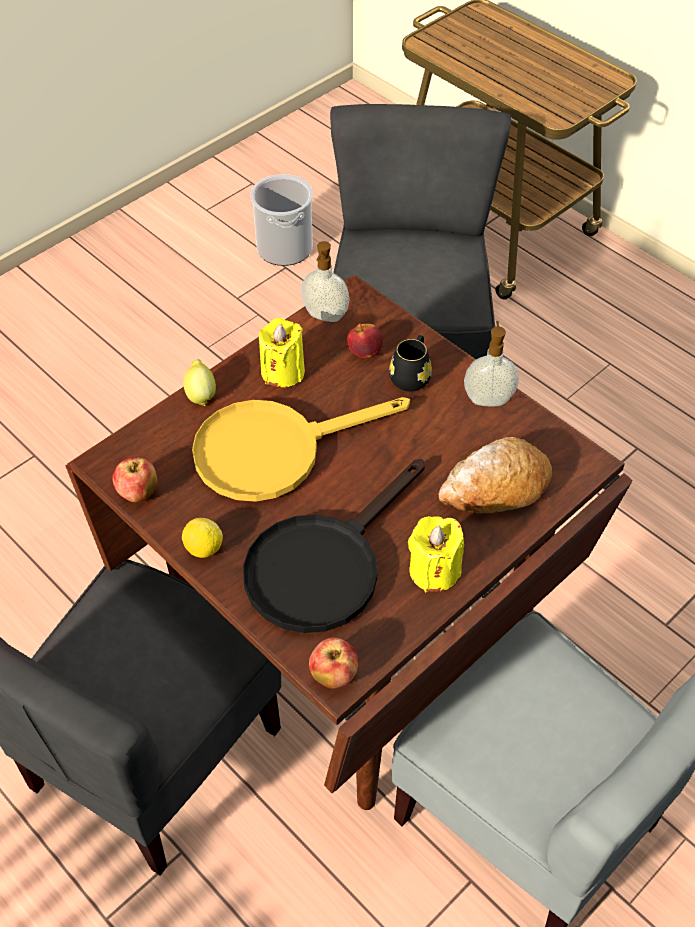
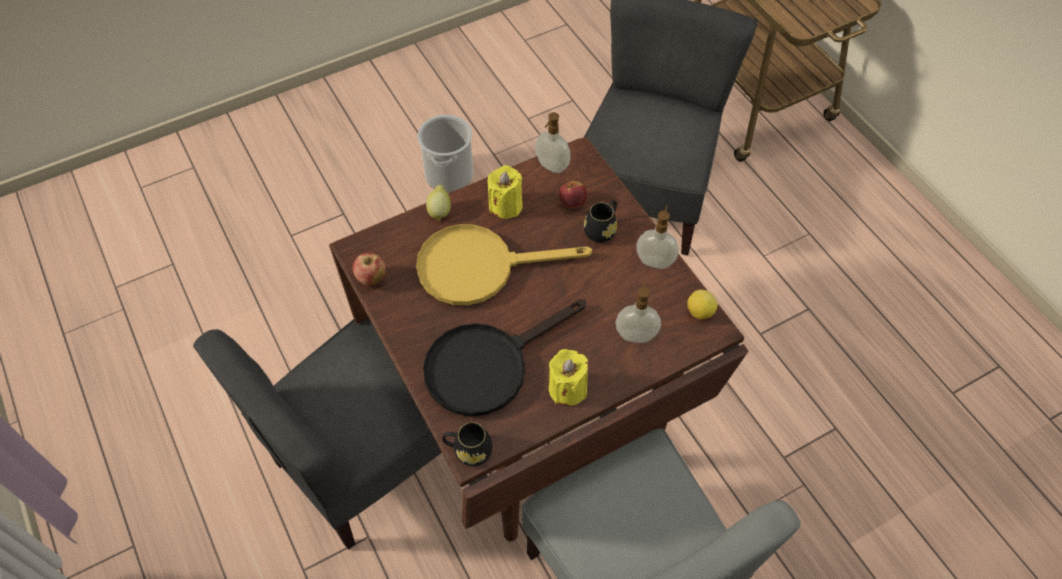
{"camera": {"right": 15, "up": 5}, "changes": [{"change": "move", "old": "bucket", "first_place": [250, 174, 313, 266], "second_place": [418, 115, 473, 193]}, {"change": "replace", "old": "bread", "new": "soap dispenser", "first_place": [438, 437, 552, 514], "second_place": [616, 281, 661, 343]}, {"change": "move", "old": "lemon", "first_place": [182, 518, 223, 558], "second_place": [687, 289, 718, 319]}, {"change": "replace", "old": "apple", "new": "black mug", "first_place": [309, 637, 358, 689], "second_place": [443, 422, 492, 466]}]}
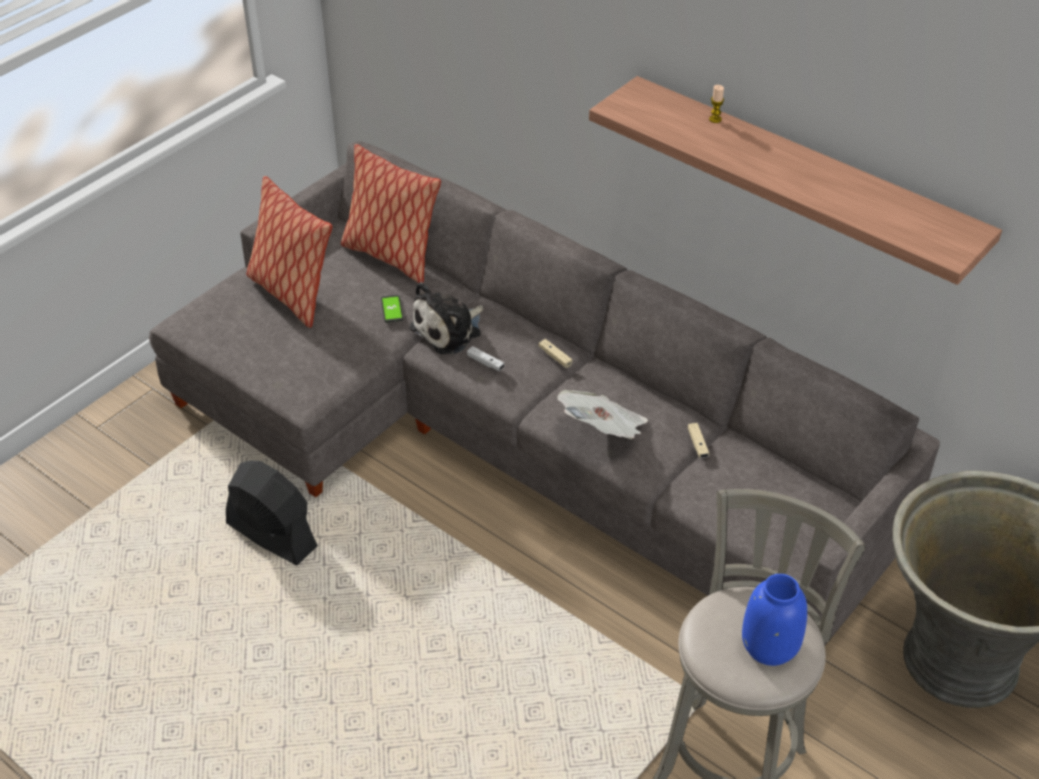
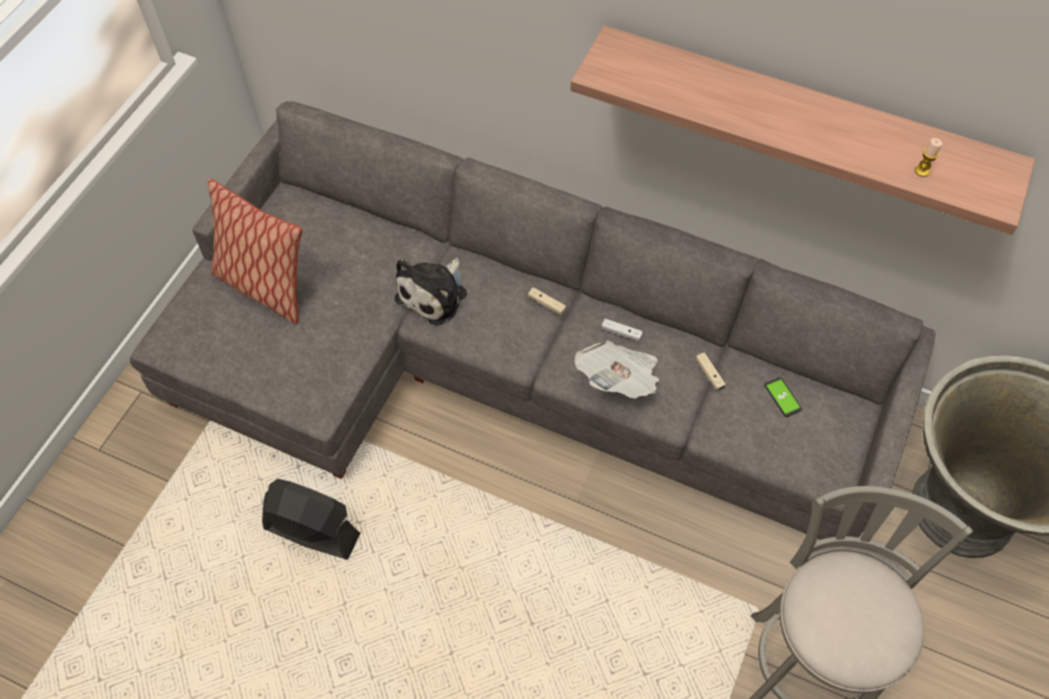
{"camera": {"right": -15, "up": 15}, "changes": [{"change": "move", "old": "candle", "first_place": [709, 85, 724, 123], "second_place": [915, 138, 942, 177]}, {"change": "delete", "old": "pillow", "first_place": [341, 144, 441, 283]}, {"change": "move", "old": "phone", "first_place": [381, 295, 403, 323], "second_place": [764, 377, 802, 417]}, {"change": "move", "old": "white game controller", "first_place": [467, 346, 504, 371], "second_place": [602, 319, 643, 341]}, {"change": "delete", "old": "blue vase", "first_place": [742, 574, 807, 666]}]}
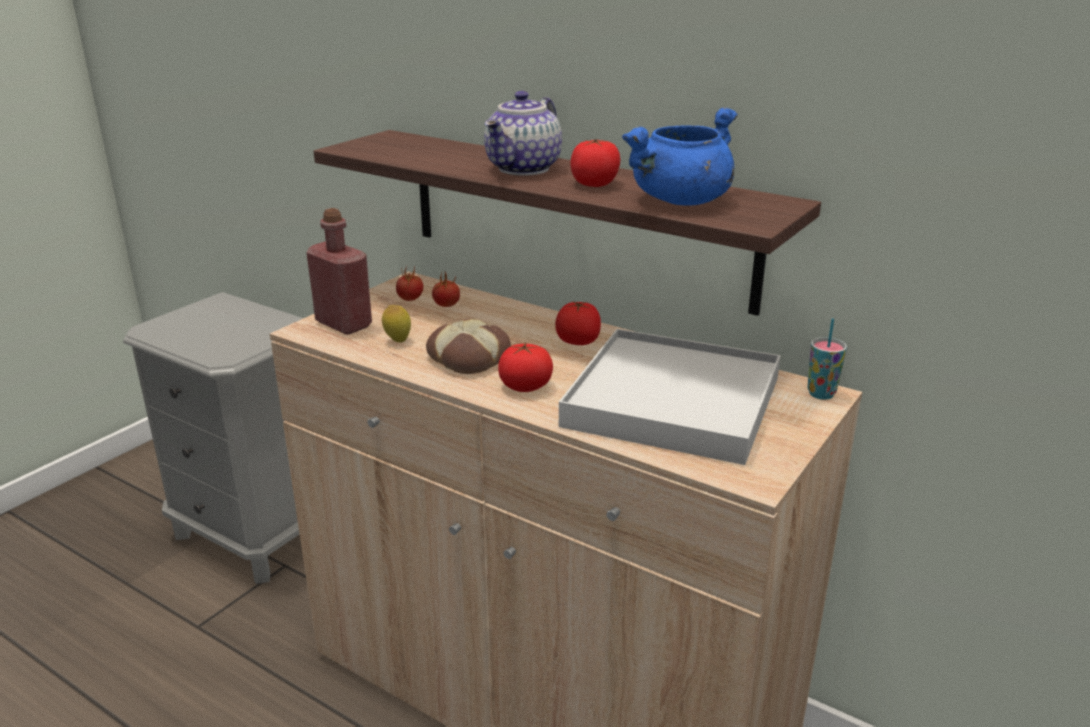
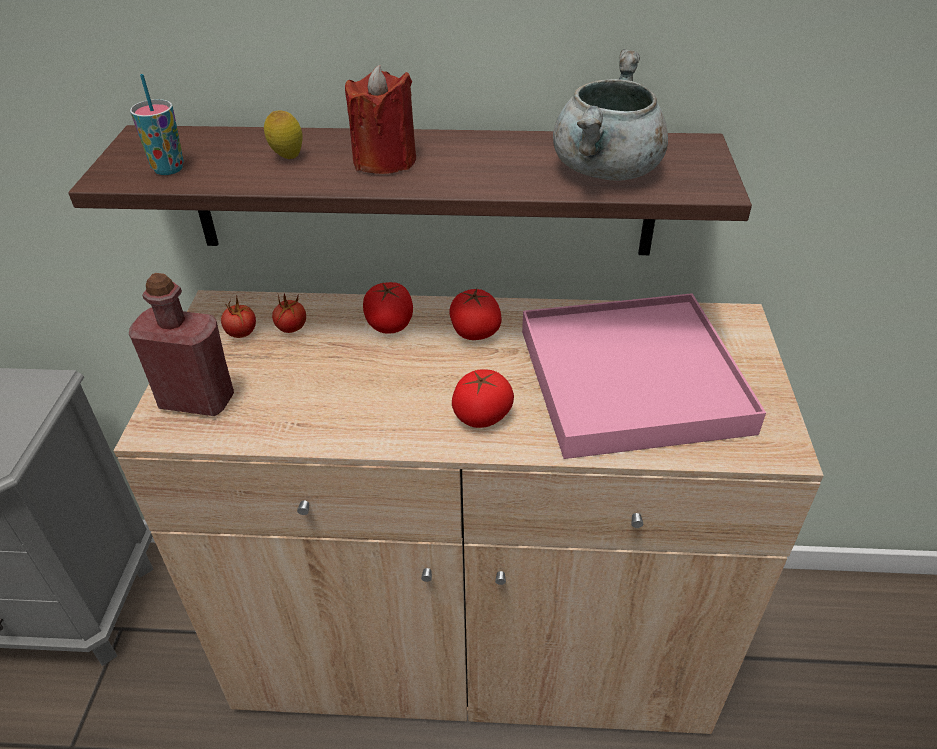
{"camera": {"right": -30, "up": 15}, "changes": [{"change": "replace", "old": "teapot", "new": "red candle", "first_place": [484, 91, 562, 176], "second_place": [345, 65, 416, 174]}, {"change": "recolor", "old": "blue cooking pot", "new": "grey cooking pot", "first_place": [622, 107, 737, 206], "second_place": [553, 49, 668, 181]}, {"change": "move", "old": "tomato", "first_place": [570, 139, 620, 187], "second_place": [363, 282, 413, 334]}, {"change": "move", "old": "lemon", "first_place": [382, 305, 411, 342], "second_place": [264, 110, 303, 159]}, {"change": "delete", "old": "bread", "first_place": [426, 318, 511, 374]}, {"change": "move", "old": "cup", "first_place": [808, 318, 847, 400], "second_place": [130, 74, 184, 175]}, {"change": "recolor", "old": "white tray", "new": "pink tray", "first_place": [559, 329, 781, 465], "second_place": [522, 293, 766, 459]}]}
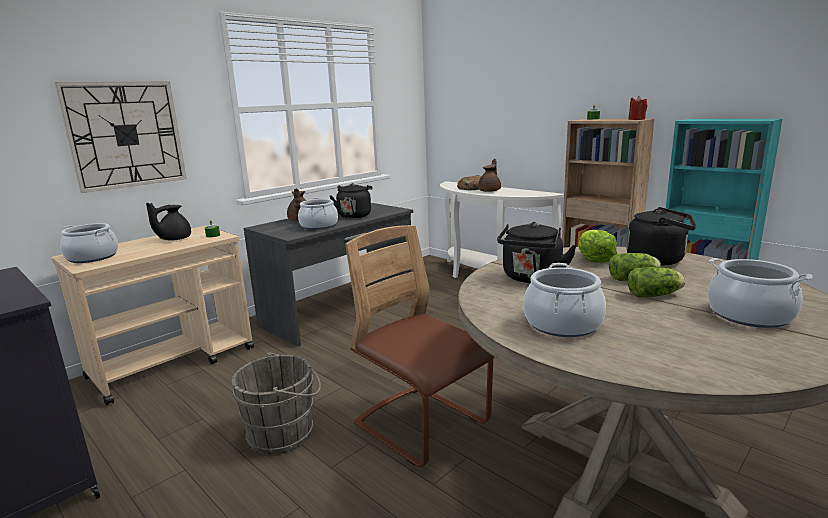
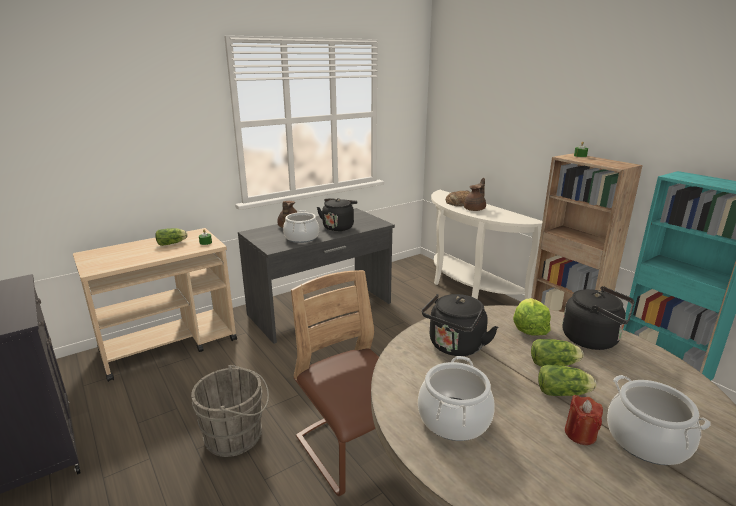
{"camera": {"right": 10, "up": 5}, "changes": [{"change": "delete", "old": "wall clock", "first_place": [54, 82, 187, 193]}, {"change": "move", "old": "red candle", "first_place": [628, 96, 647, 120], "second_place": [565, 395, 603, 445]}, {"change": "replace", "old": "black teapot", "new": "lettuce", "first_place": [146, 203, 191, 241], "second_place": [155, 228, 187, 246]}, {"change": "delete", "old": "cooking pot", "first_place": [60, 223, 118, 263]}]}
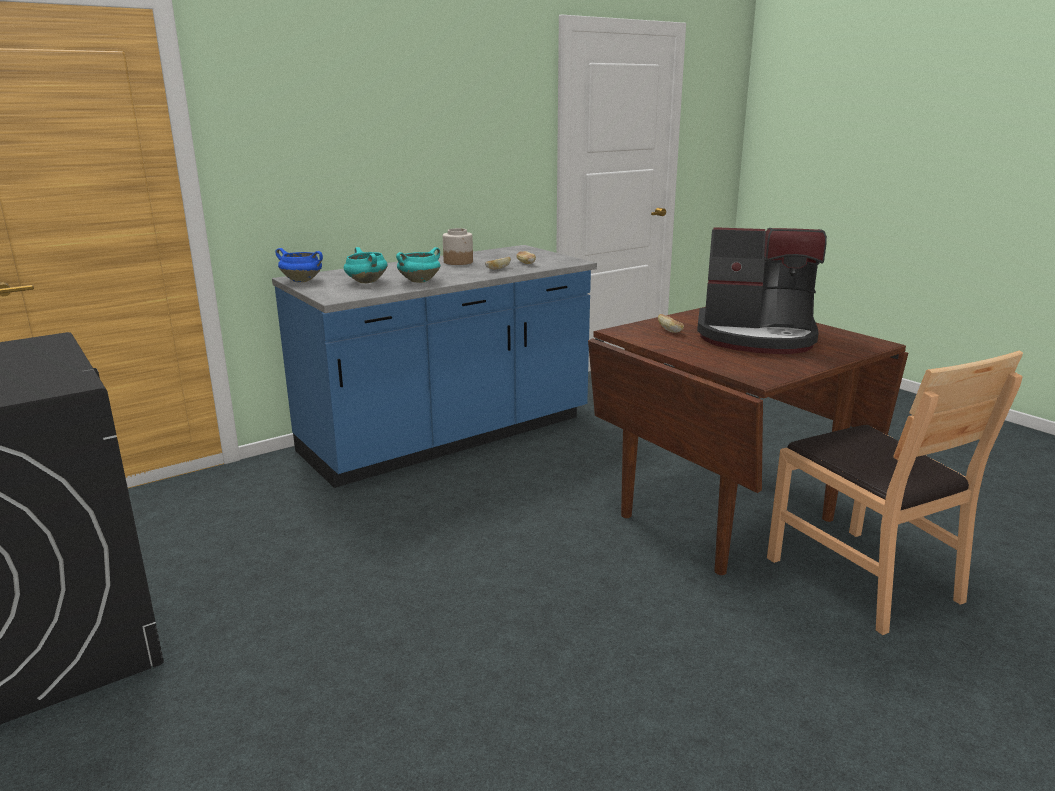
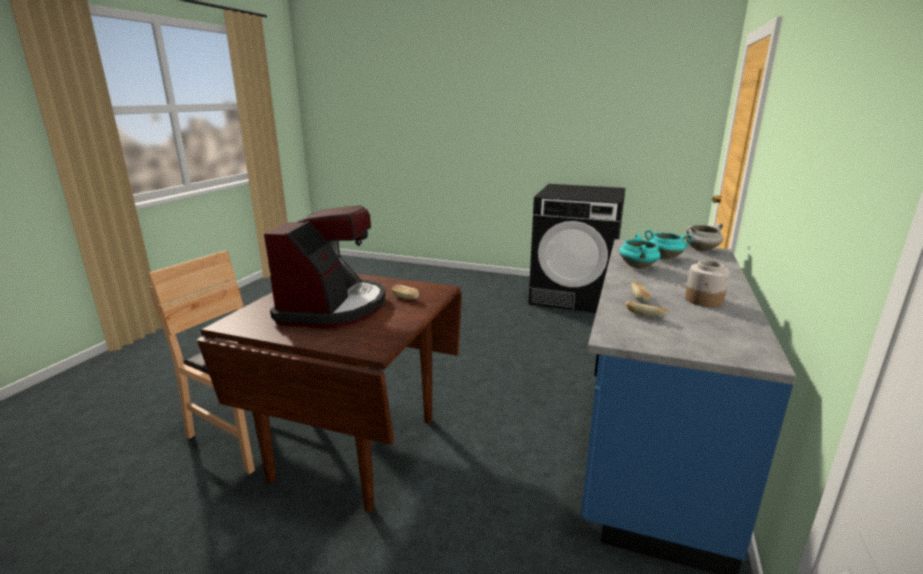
{"camera": {"right": 145, "up": 0}, "changes": [{"change": "rotate", "old": "coffee machine", "first_place": [697, 227, 827, 354], "second_place": [264, 206, 385, 328], "degrees": 120}, {"change": "recolor", "old": "blue cooking pot", "new": "white cooking pot", "first_place": [275, 248, 323, 282], "second_place": [685, 223, 723, 251]}]}
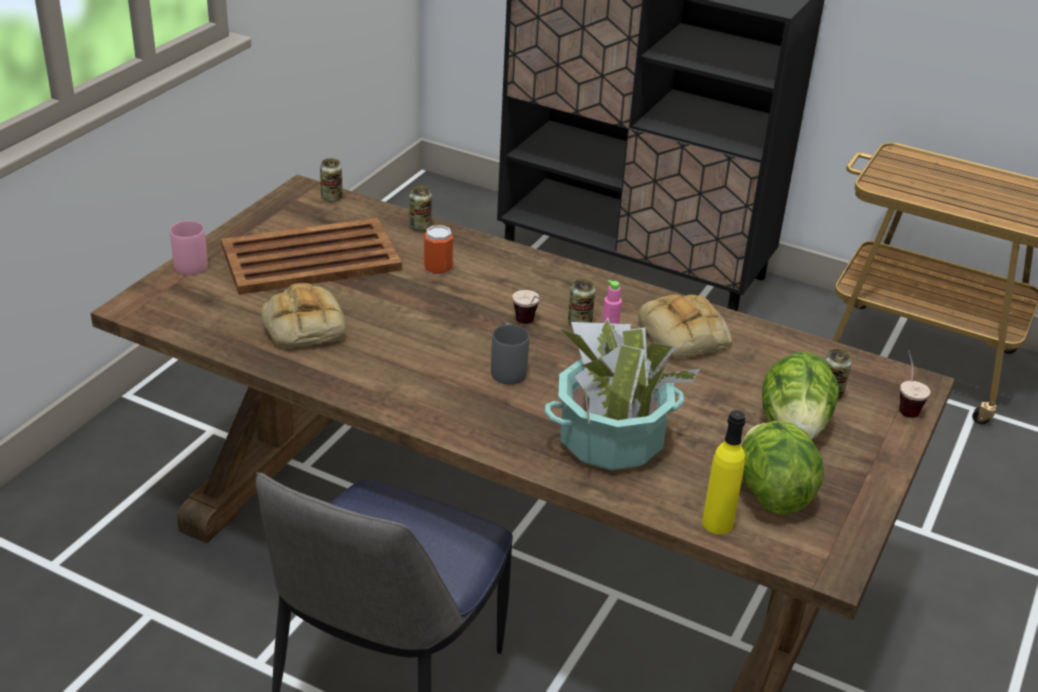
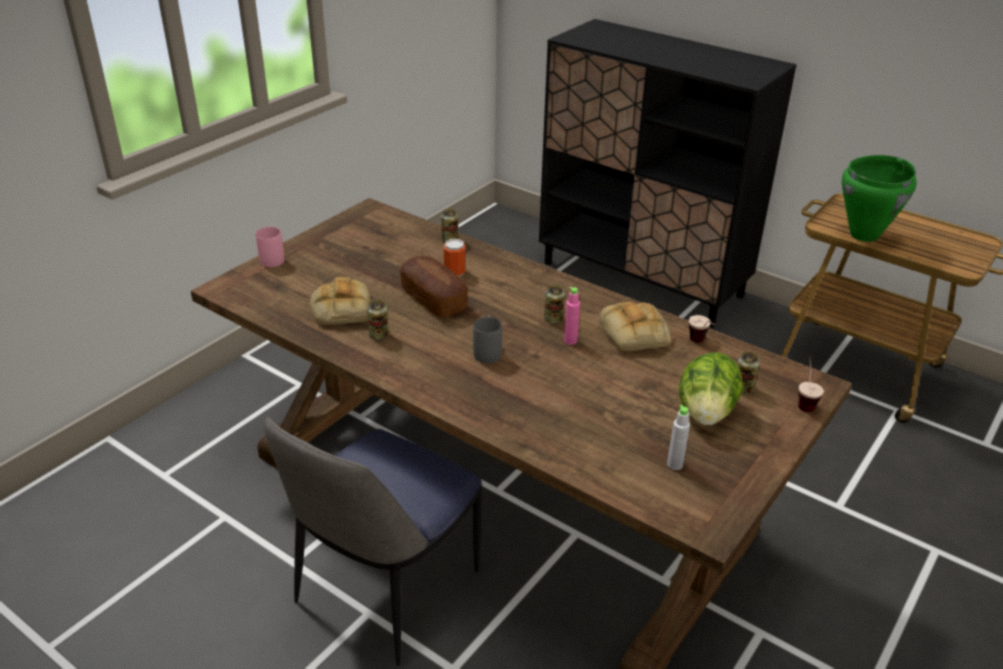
{"camera": {"right": 10, "up": 0}, "changes": [{"change": "move", "old": "can", "first_place": [320, 158, 343, 202], "second_place": [367, 300, 389, 340]}, {"change": "delete", "old": "brown tray", "first_place": [221, 218, 402, 295]}, {"change": "move", "old": "cup", "first_place": [513, 290, 543, 324], "second_place": [689, 315, 715, 343]}, {"change": "delete", "old": "potted plant", "first_place": [545, 317, 700, 470]}, {"change": "delete", "old": "yellow bottle", "first_place": [702, 410, 746, 534]}, {"change": "replace", "old": "lettuce", "new": "grey bottle", "first_place": [742, 421, 824, 515], "second_place": [667, 405, 690, 470]}, {"change": "insert", "new": "green cooking pot", "second_place": [842, 155, 917, 242]}, {"change": "insert", "new": "bread", "second_place": [400, 256, 468, 318]}]}
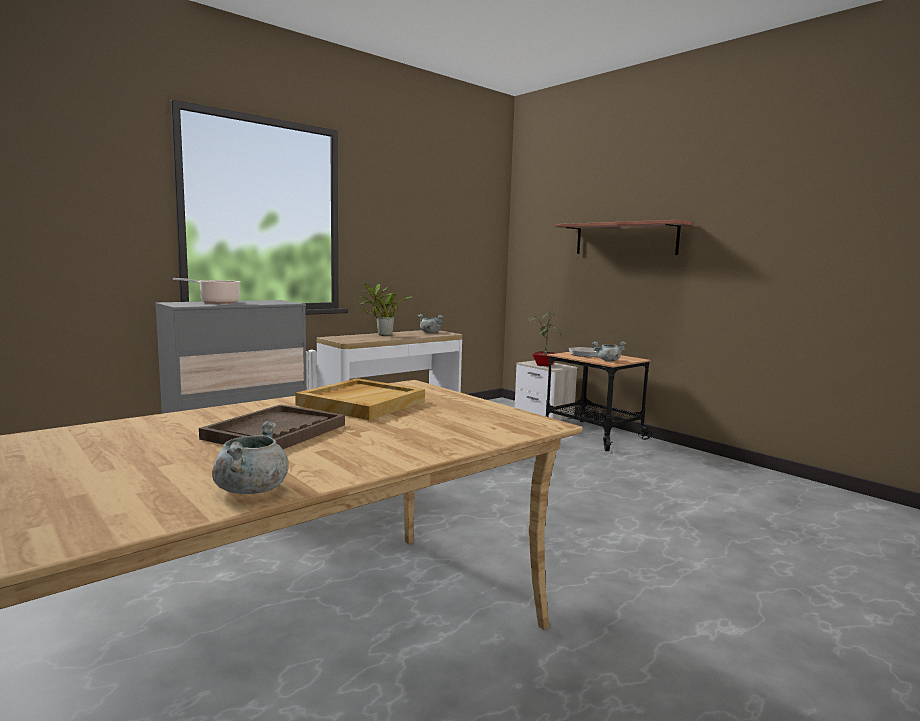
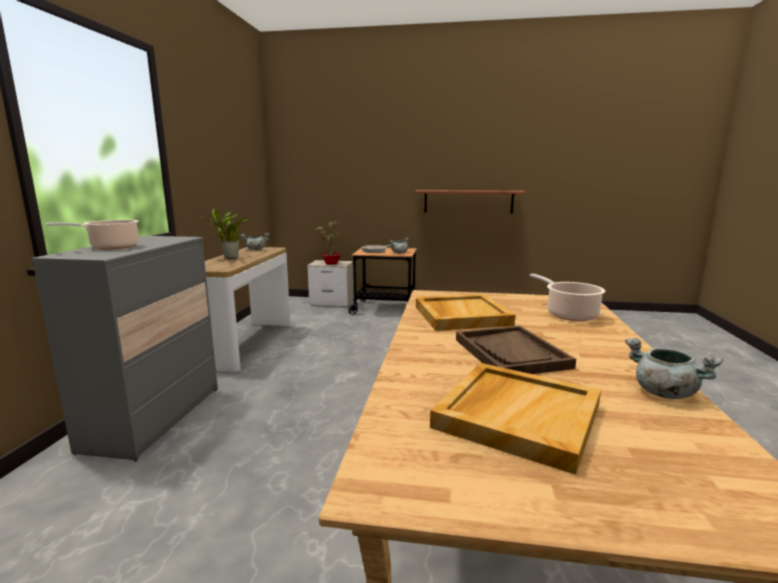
{"camera": {"right": -40, "up": 5}, "changes": [{"change": "move", "old": "shelf", "first_place": [554, 220, 692, 255], "second_place": [415, 190, 526, 214]}, {"change": "insert", "new": "cooking pot", "second_place": [530, 274, 606, 321]}, {"change": "insert", "new": "beige tray", "second_place": [430, 363, 601, 475]}]}
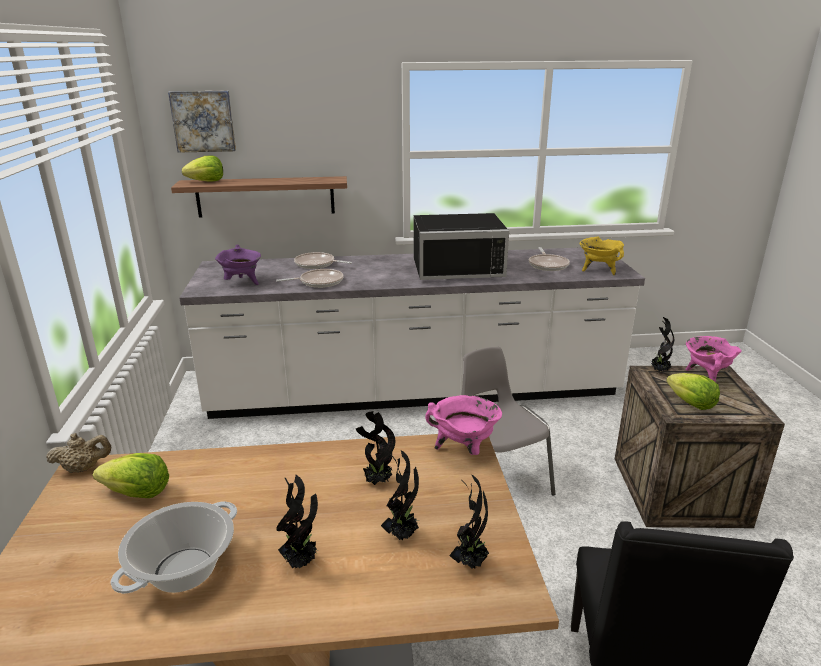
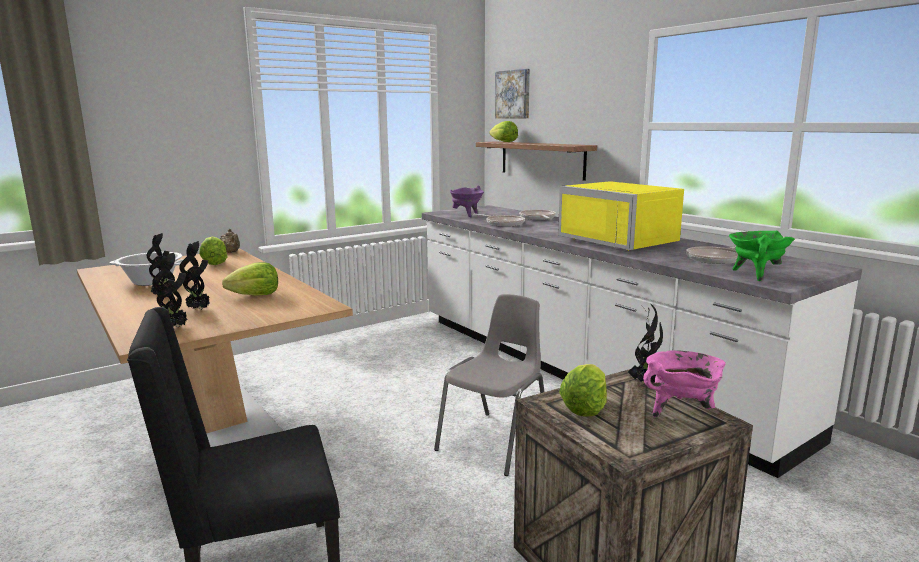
{"camera": {"right": 60, "up": -10}, "changes": [{"change": "recolor", "old": "black microwave", "new": "yellow microwave", "first_place": [413, 213, 509, 280], "second_place": [558, 181, 684, 251]}, {"change": "recolor", "old": "yellow cooking pot", "new": "green cooking pot", "first_place": [580, 237, 624, 275], "second_place": [729, 231, 795, 281]}, {"change": "delete", "old": "pink cooking pot", "first_place": [425, 395, 502, 455]}, {"change": "replace", "old": "potted plant", "new": "lettuce", "first_place": [356, 411, 395, 485], "second_place": [222, 262, 278, 296]}]}
